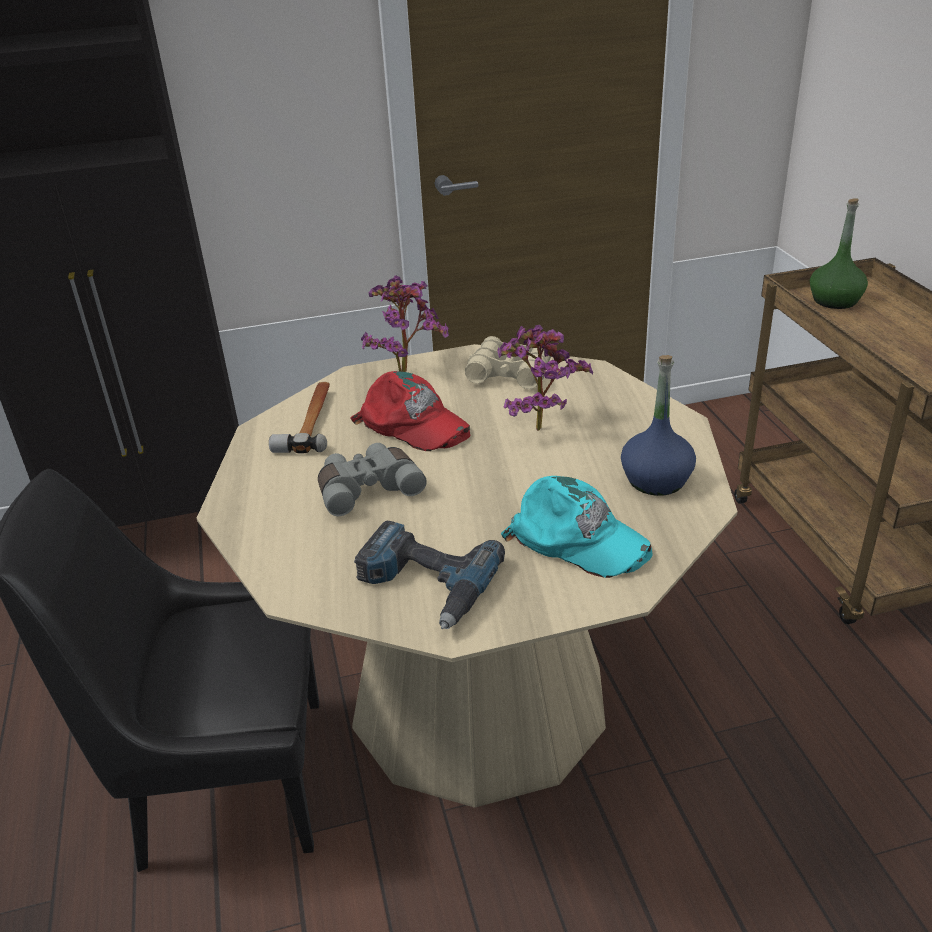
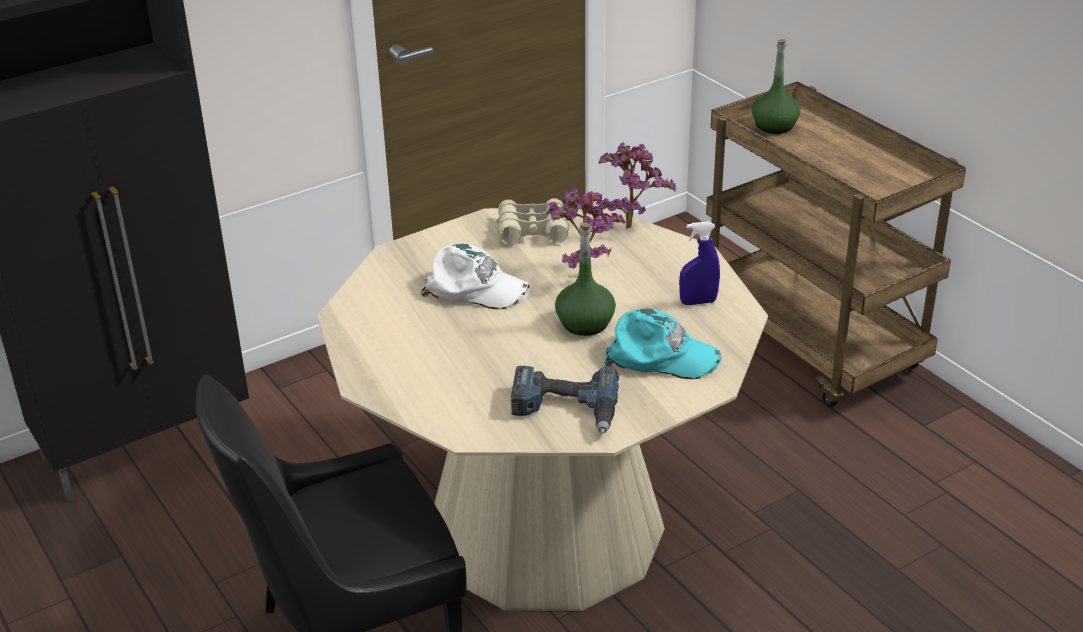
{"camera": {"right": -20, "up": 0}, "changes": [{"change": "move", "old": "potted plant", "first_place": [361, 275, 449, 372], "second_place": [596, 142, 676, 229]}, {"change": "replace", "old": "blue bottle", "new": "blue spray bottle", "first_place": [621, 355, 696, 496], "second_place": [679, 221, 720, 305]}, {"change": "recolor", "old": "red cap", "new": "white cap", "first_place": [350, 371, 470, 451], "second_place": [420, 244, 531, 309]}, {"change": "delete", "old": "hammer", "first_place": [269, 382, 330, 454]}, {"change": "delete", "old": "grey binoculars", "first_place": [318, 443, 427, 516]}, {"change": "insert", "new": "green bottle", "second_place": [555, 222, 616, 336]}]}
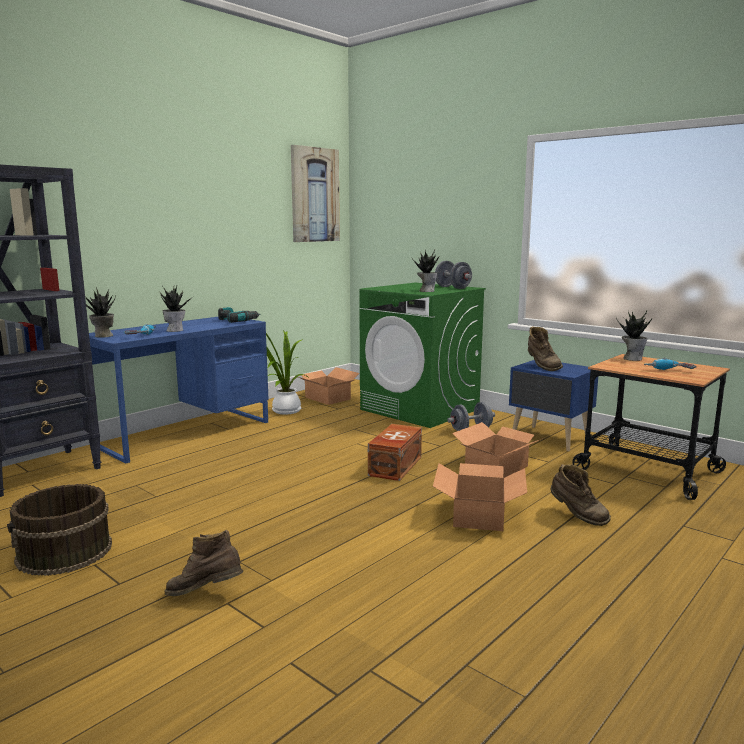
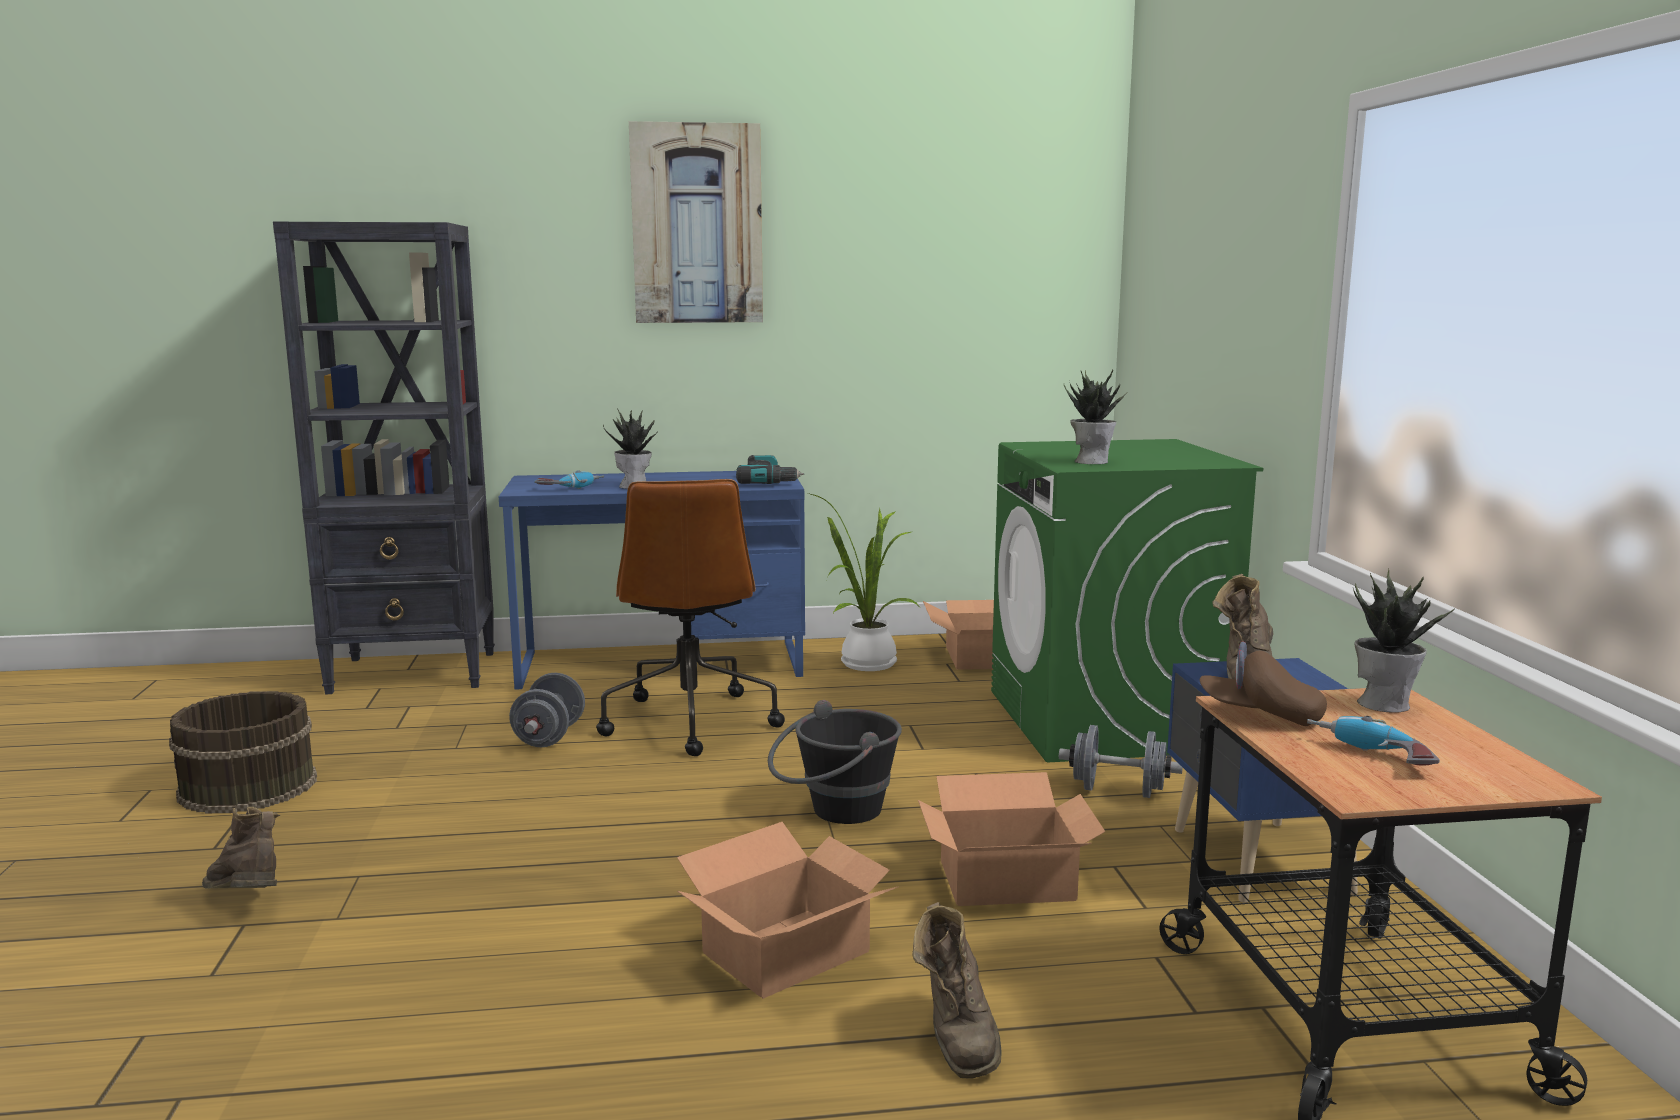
{"camera": {"right": 40, "up": 0}, "changes": [{"change": "move", "old": "picture", "first_place": [291, 145, 340, 242], "second_place": [629, 121, 763, 323]}, {"change": "move", "old": "grey dumbbell", "first_place": [435, 261, 472, 289], "second_place": [509, 673, 585, 747]}, {"change": "delete", "old": "potted plant", "first_place": [86, 288, 116, 338]}, {"change": "replace", "old": "brown storage box", "new": "black bucket", "first_place": [368, 424, 422, 481], "second_place": [768, 700, 902, 824]}, {"change": "insert", "new": "brown office chair", "second_place": [596, 479, 785, 756]}, {"change": "insert", "new": "brown cap", "second_place": [1200, 642, 1327, 726]}]}
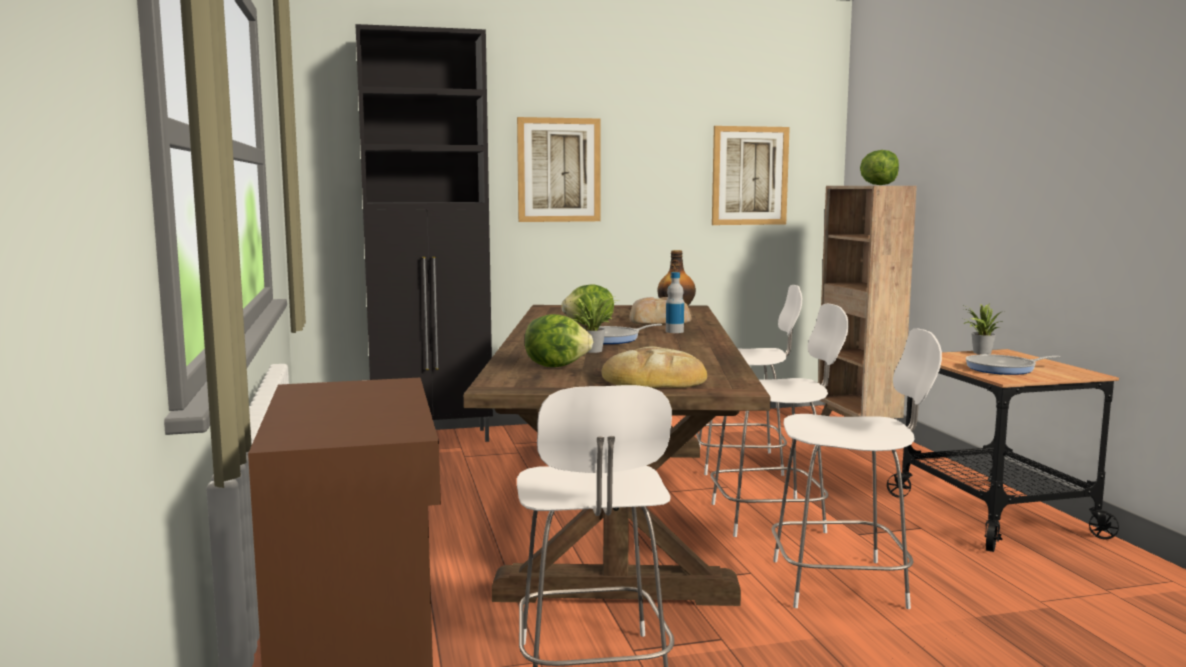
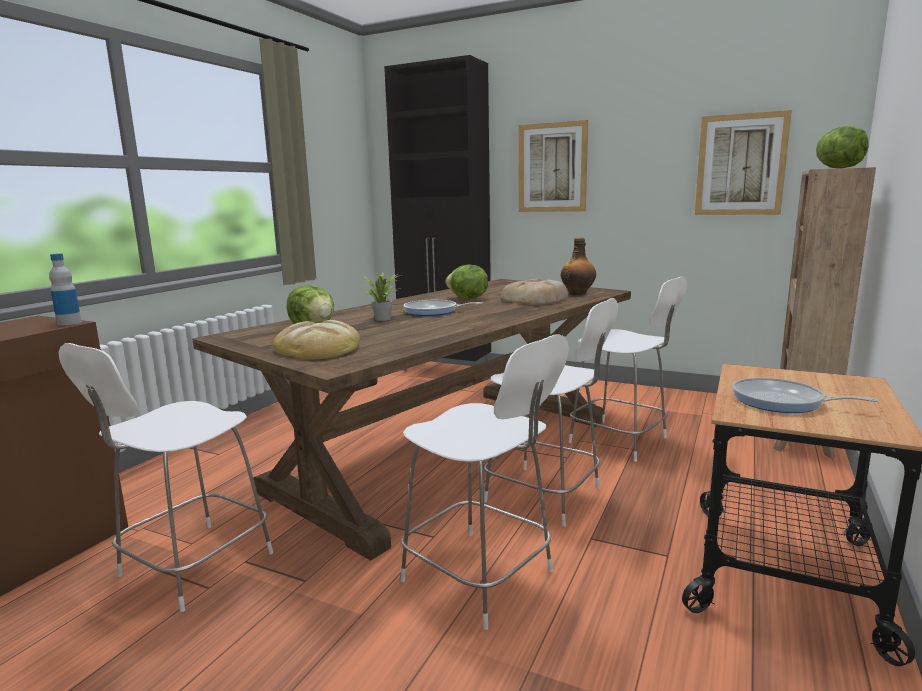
{"camera": {"right": 40, "up": 5}, "changes": [{"change": "move", "old": "bottle", "first_place": [666, 272, 684, 333], "second_place": [49, 253, 82, 325]}, {"change": "delete", "old": "potted plant", "first_place": [964, 304, 1004, 354]}]}
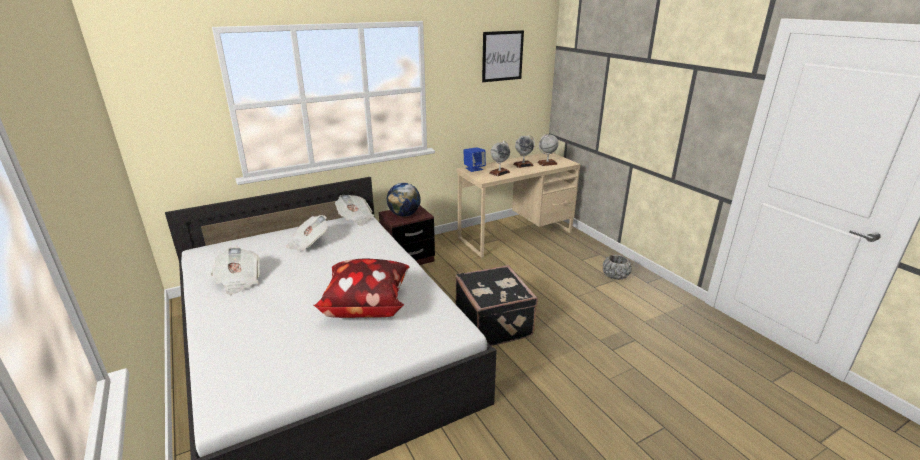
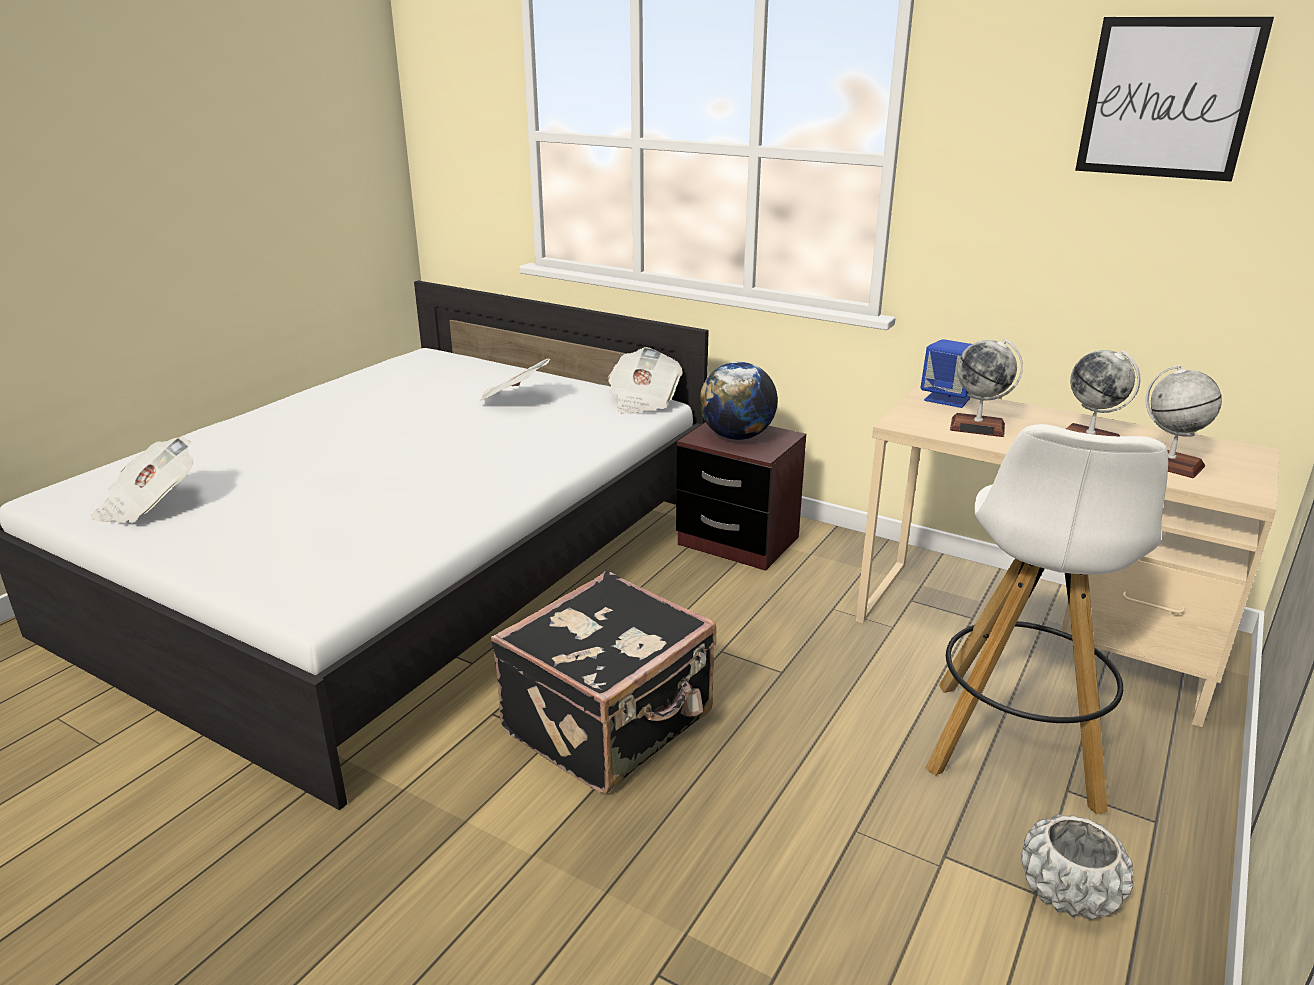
{"camera": {"right": 60, "up": 0}, "changes": [{"change": "move", "old": "newspaper", "first_place": [211, 247, 260, 295], "second_place": [91, 437, 194, 524]}, {"change": "delete", "old": "pillow", "first_place": [313, 258, 409, 318]}, {"change": "insert", "new": "white stool", "second_place": [925, 424, 1168, 814]}]}
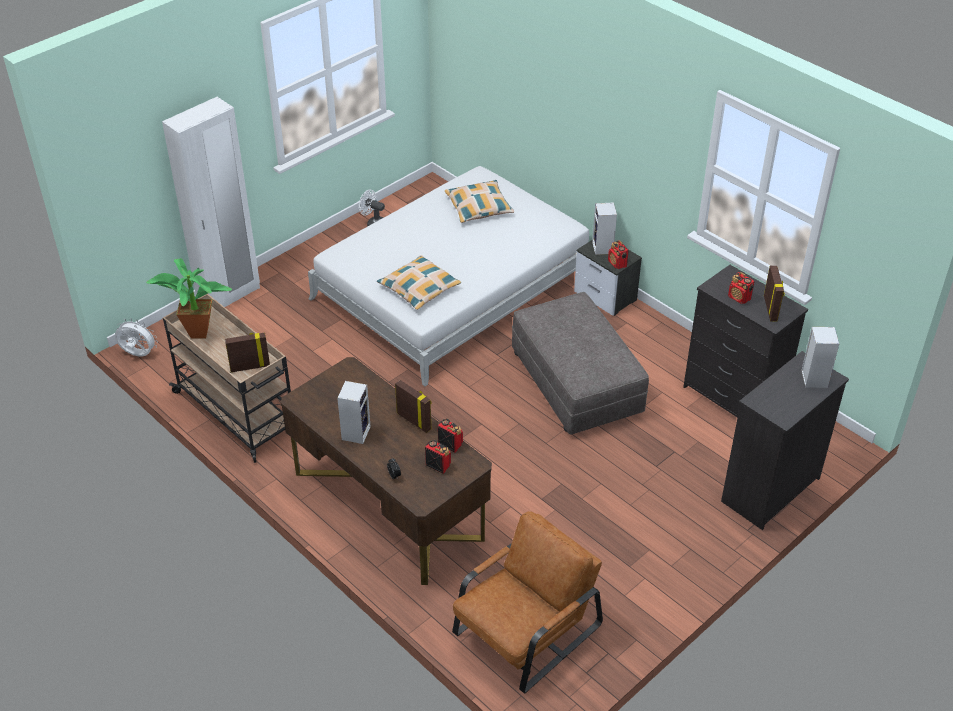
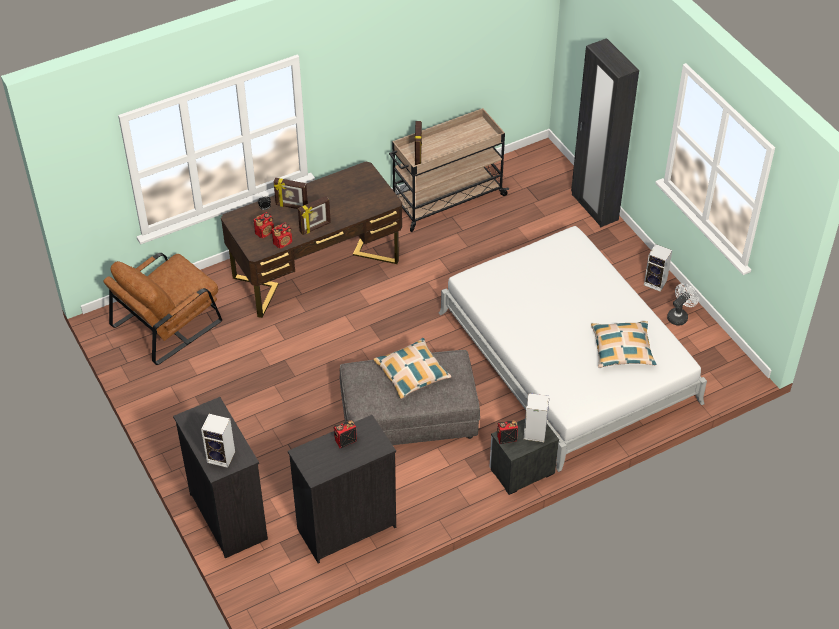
{"camera": {"right": 105, "up": 5}, "changes": [{"change": "recolor", "old": "white wardrobe", "new": "black wardrobe", "first_place": [162, 97, 260, 307], "second_place": [571, 38, 639, 227]}, {"change": "move", "old": "pillow", "first_place": [377, 255, 461, 310], "second_place": [373, 338, 451, 399]}, {"change": "delete", "old": "potted plant", "first_place": [146, 258, 232, 338]}, {"change": "move", "old": "picture frame", "first_place": [764, 265, 785, 321], "second_place": [274, 178, 308, 209]}, {"change": "delete", "old": "white fan", "first_place": [115, 318, 158, 356]}, {"change": "move", "old": "speaker", "first_place": [337, 381, 371, 444], "second_place": [644, 244, 672, 292]}, {"change": "rotate", "old": "brown armchair", "first_place": [452, 511, 603, 693], "second_place": [103, 253, 222, 365], "degrees": 75}]}
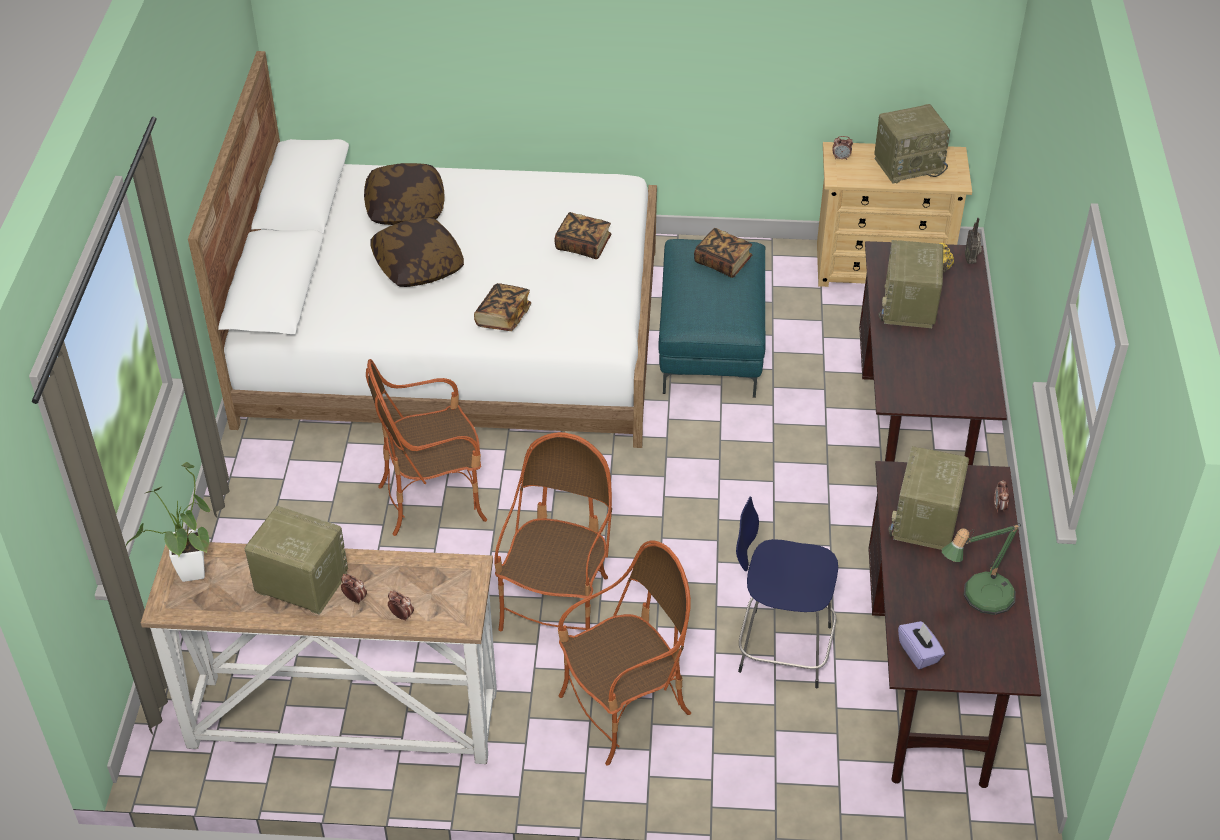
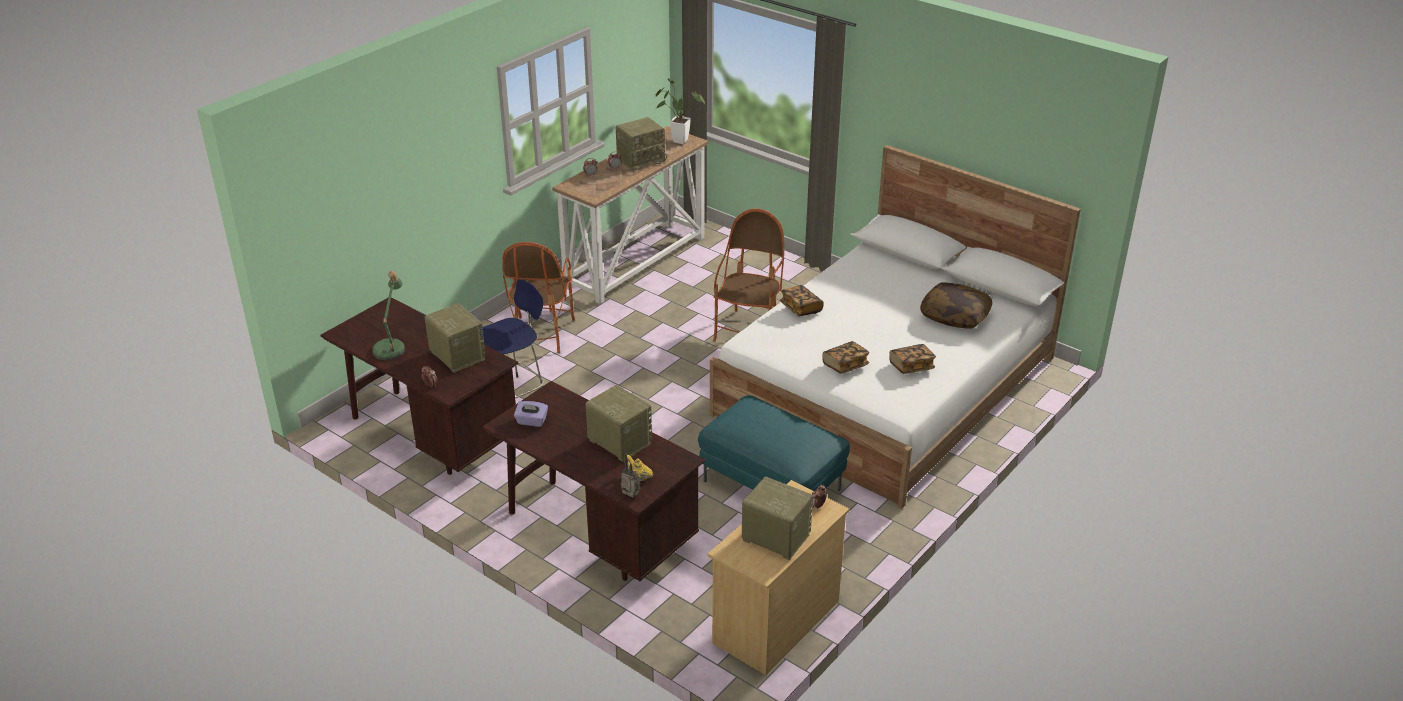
{"camera": {"right": 125, "up": -10}, "changes": [{"change": "rotate", "old": "radio", "first_place": [874, 104, 951, 184], "second_place": [742, 477, 813, 560], "degrees": 105}, {"change": "delete", "old": "pillow", "first_place": [370, 217, 464, 287]}, {"change": "move", "old": "book", "first_place": [694, 228, 752, 278], "second_place": [890, 344, 936, 374]}, {"change": "delete", "old": "armchair", "first_place": [494, 432, 612, 631]}, {"change": "move", "old": "purple tissue box", "first_place": [898, 621, 945, 669], "second_place": [514, 401, 548, 427]}]}
